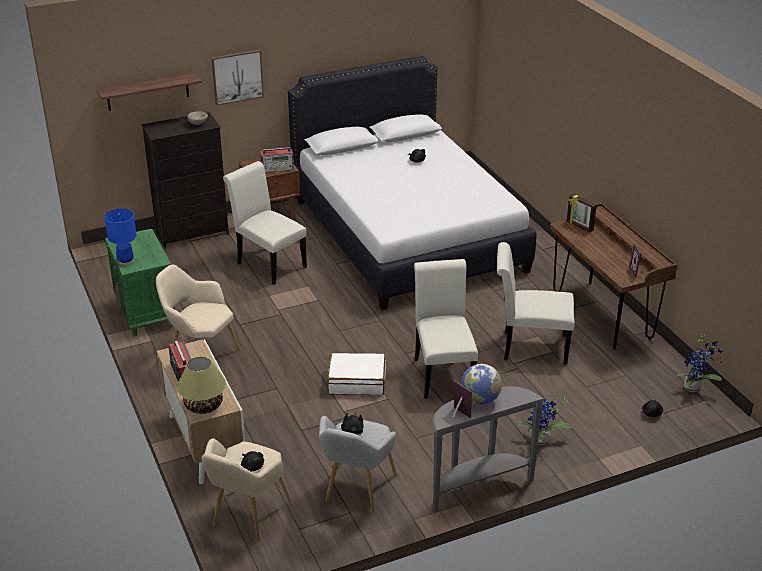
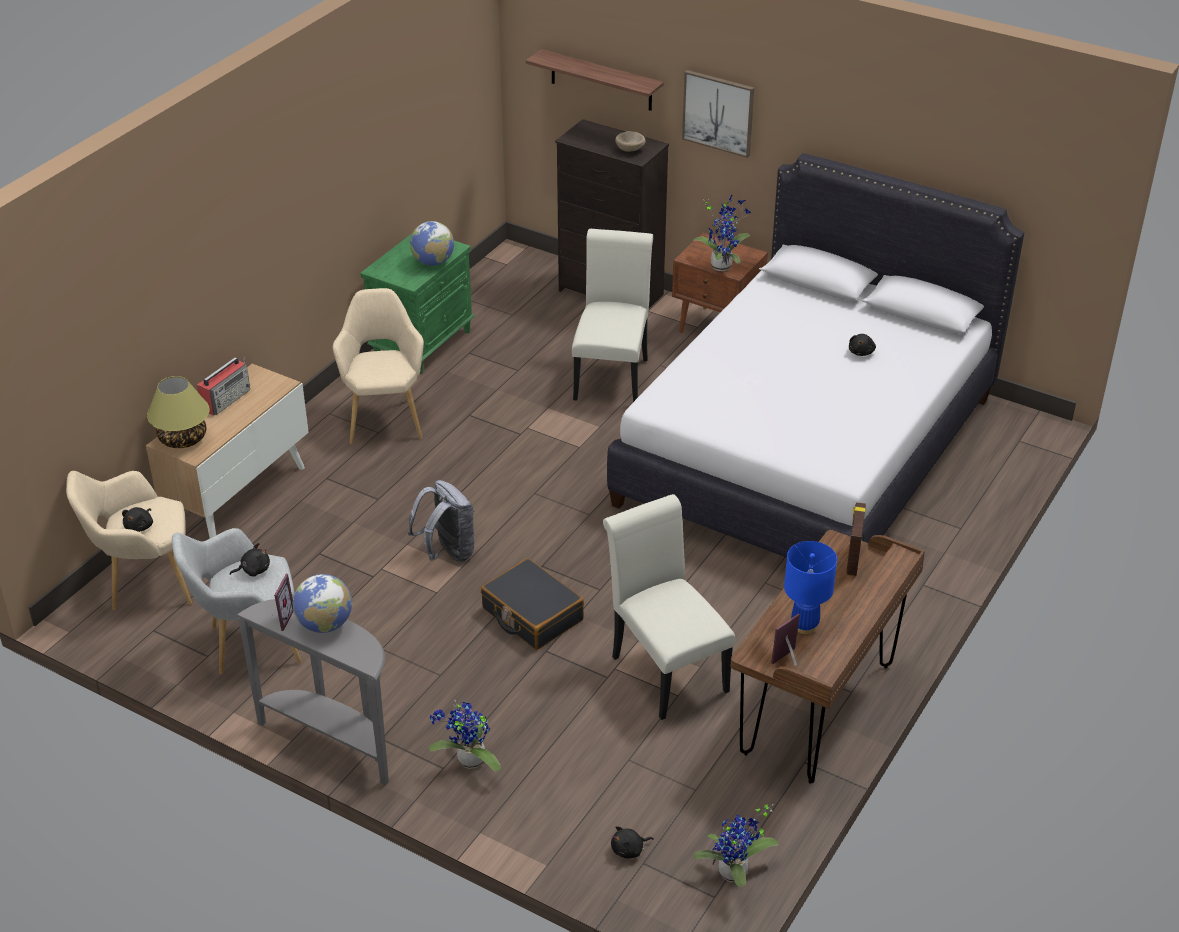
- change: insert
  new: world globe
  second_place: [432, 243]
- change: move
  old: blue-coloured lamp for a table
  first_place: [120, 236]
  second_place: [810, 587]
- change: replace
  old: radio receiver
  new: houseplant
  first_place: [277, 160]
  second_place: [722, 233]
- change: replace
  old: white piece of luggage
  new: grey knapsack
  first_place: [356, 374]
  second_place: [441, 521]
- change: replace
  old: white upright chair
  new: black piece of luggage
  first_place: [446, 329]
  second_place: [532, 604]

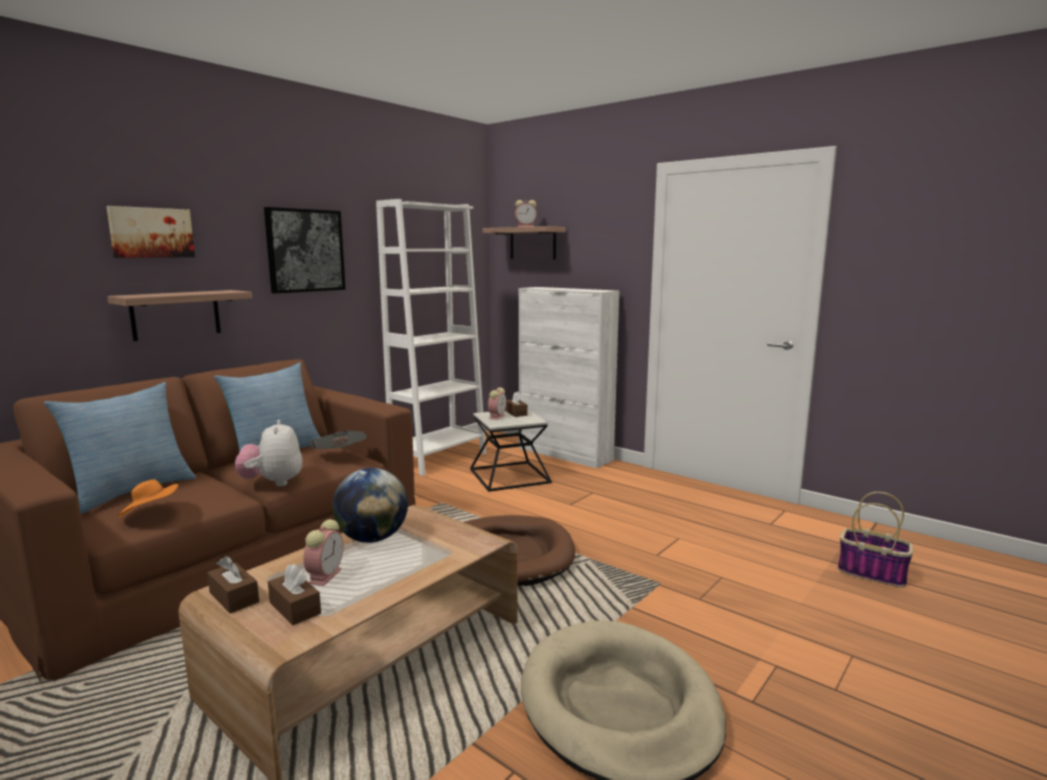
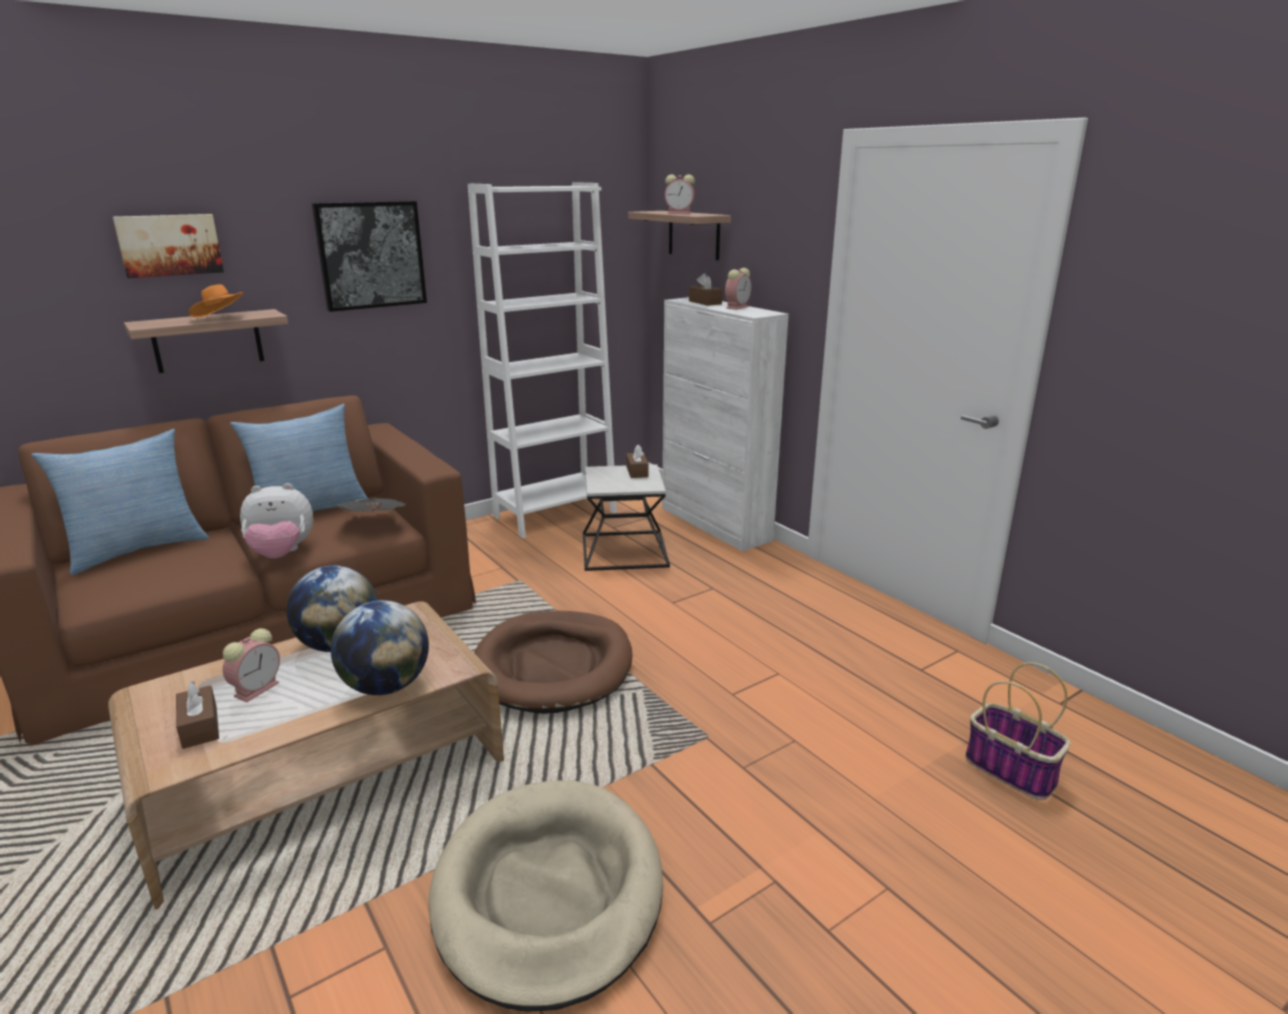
- change: insert
  new: world globe
  second_place: [380, 647]
- change: move
  old: orangey wearable hat
  first_place: [147, 498]
  second_place: [216, 301]
- change: move
  old: brownish tissue box
  first_place: [233, 584]
  second_place: [706, 289]
- change: move
  old: alarm clock
  first_place: [497, 403]
  second_place: [738, 289]
- change: rotate
  old: plush toy
  first_place: [268, 453]
  second_place: [276, 520]
  degrees: -105

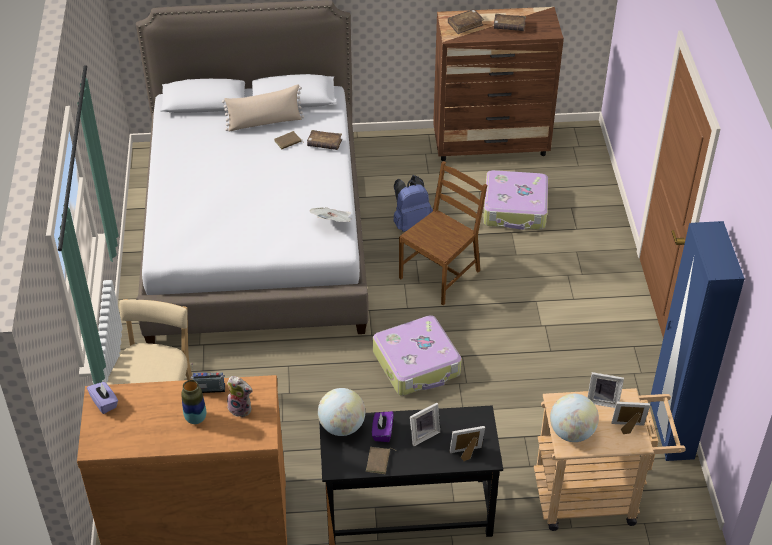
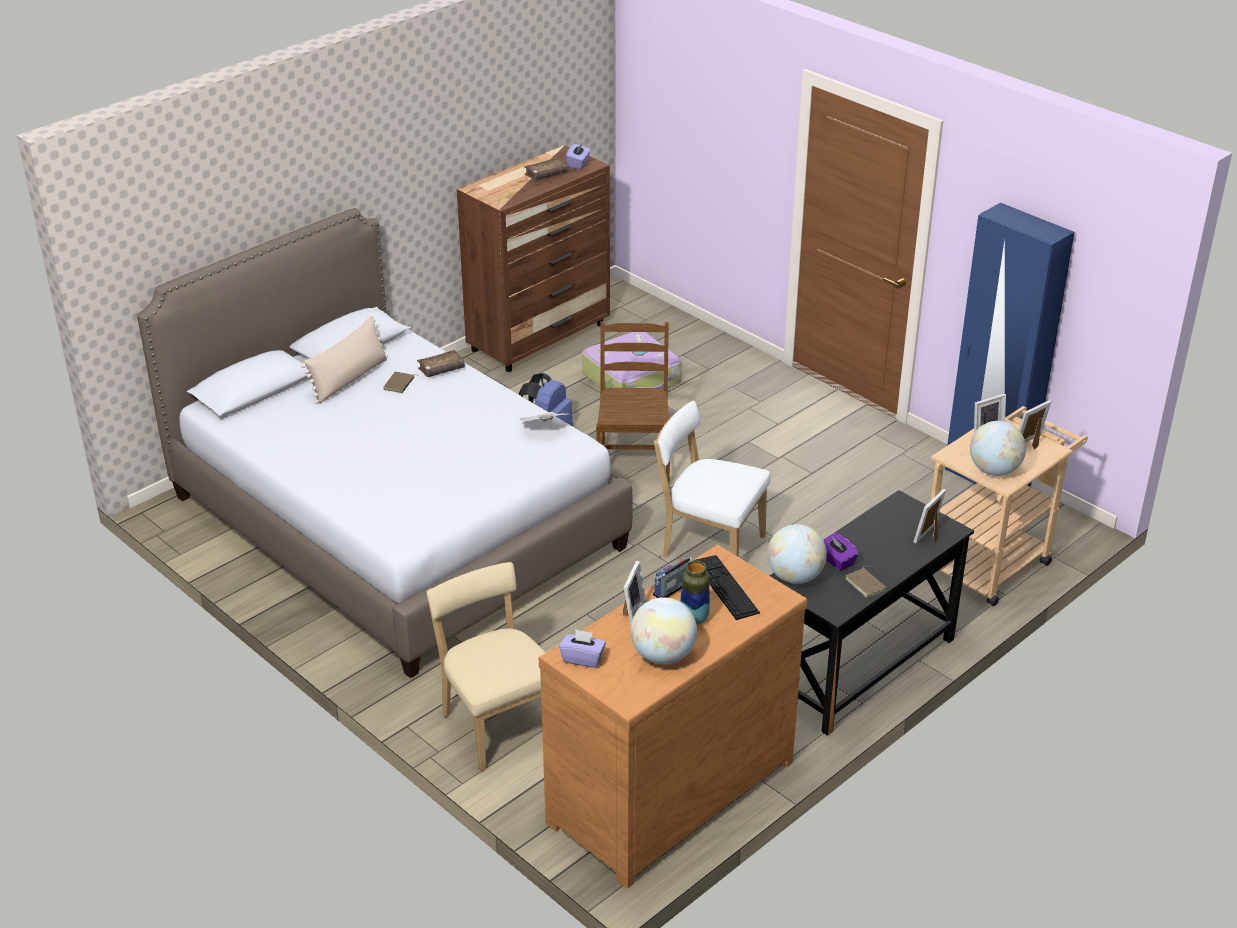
- change: delete
  old: brownish volume
  first_place: [466, 21]
- change: insert
  new: purplish tissue box
  second_place: [577, 156]
- change: insert
  new: world globe
  second_place: [664, 630]
- change: move
  old: picture frame
  first_place: [425, 424]
  second_place: [634, 593]
- change: replace
  old: plush toy
  new: computer keyboard
  first_place: [239, 397]
  second_place: [726, 587]
- change: replace
  old: piece of luggage
  new: white upright chair
  first_place: [417, 355]
  second_place: [712, 479]

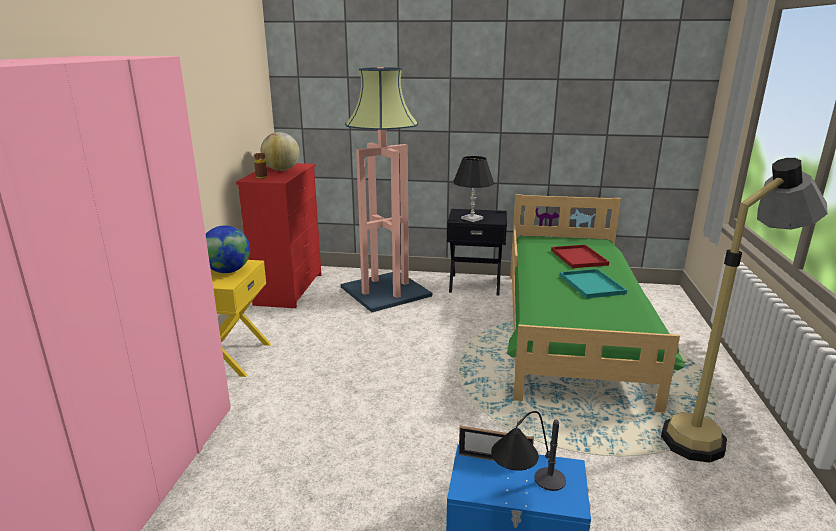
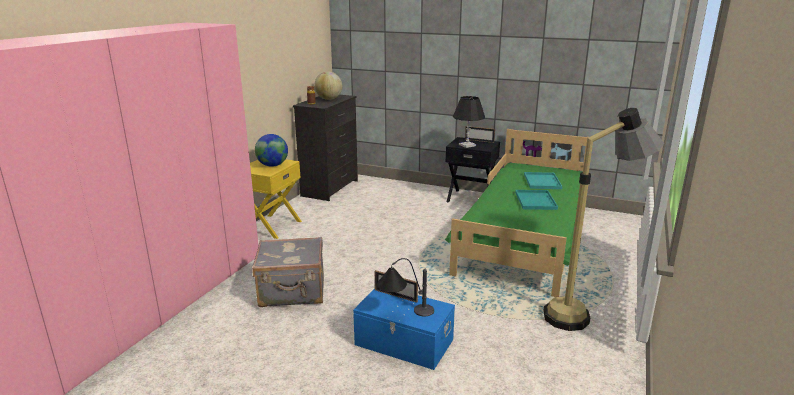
- change: delete
  old: floor lamp
  first_place: [386, 189]
- change: insert
  new: grey piece of luggage
  second_place: [288, 272]
- change: insert
  new: picture frame
  second_place: [480, 134]
- change: recolor
  old: red-coloured dresser
  new: black dresser
  first_place: [278, 235]
  second_place: [325, 148]
- change: recolor
  old: red-coloured tray
  new: turquoise-coloured tray
  first_place: [580, 256]
  second_place: [543, 180]

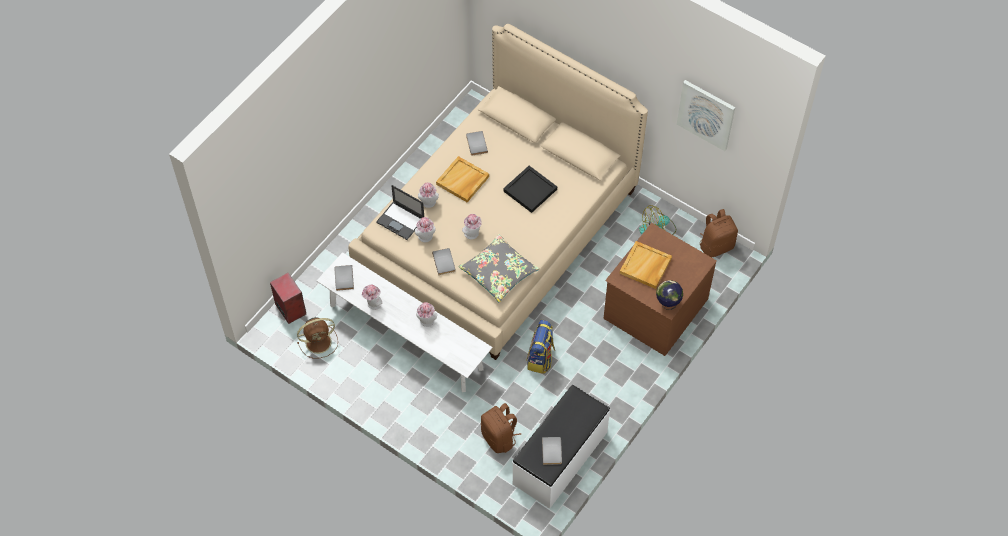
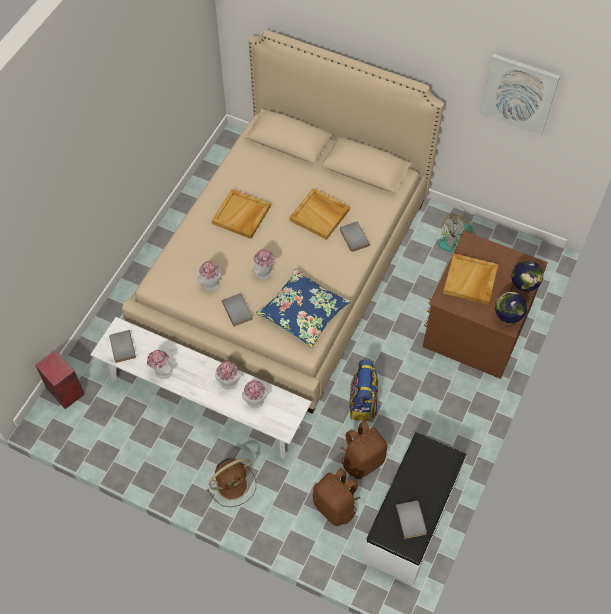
- change: delete
  old: portable computer
  first_place: [400, 212]
- change: insert
  new: world globe
  second_place: [527, 276]
- change: move
  old: brownish electric fan
  first_place: [317, 338]
  second_place: [231, 482]
- change: move
  old: wearable hat
  first_place: [428, 195]
  second_place: [255, 394]
- change: move
  old: grey volume
  first_place: [477, 143]
  second_place: [355, 236]
- change: move
  old: brownish knapsack
  first_place: [719, 233]
  second_place: [364, 450]
- change: recolor
  old: grey pillow
  new: blue-coloured pillow
  first_place: [499, 268]
  second_place: [303, 308]
- change: recolor
  old: black tray
  new: beige-coloured tray
  first_place: [530, 189]
  second_place: [320, 214]

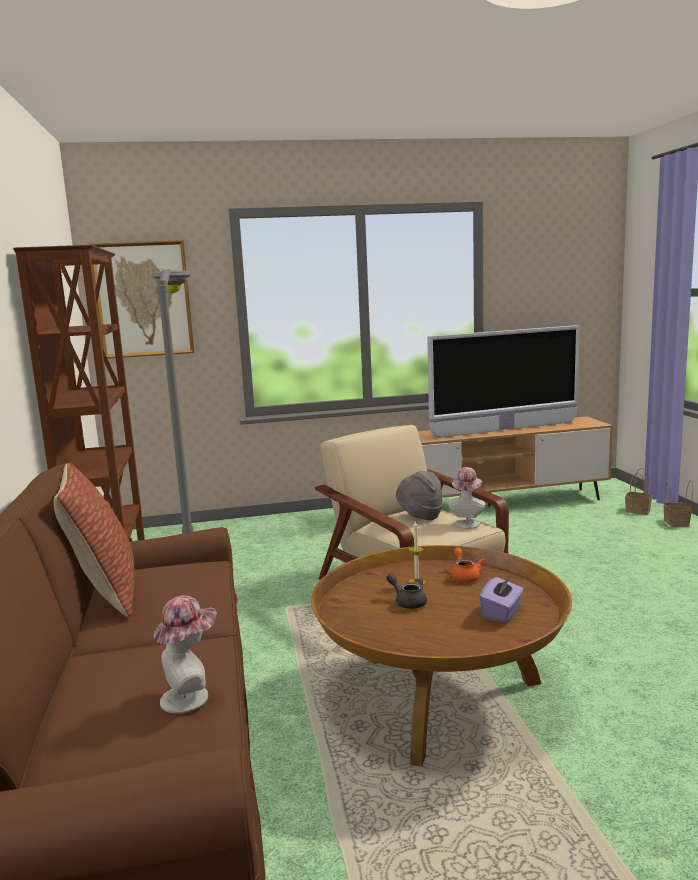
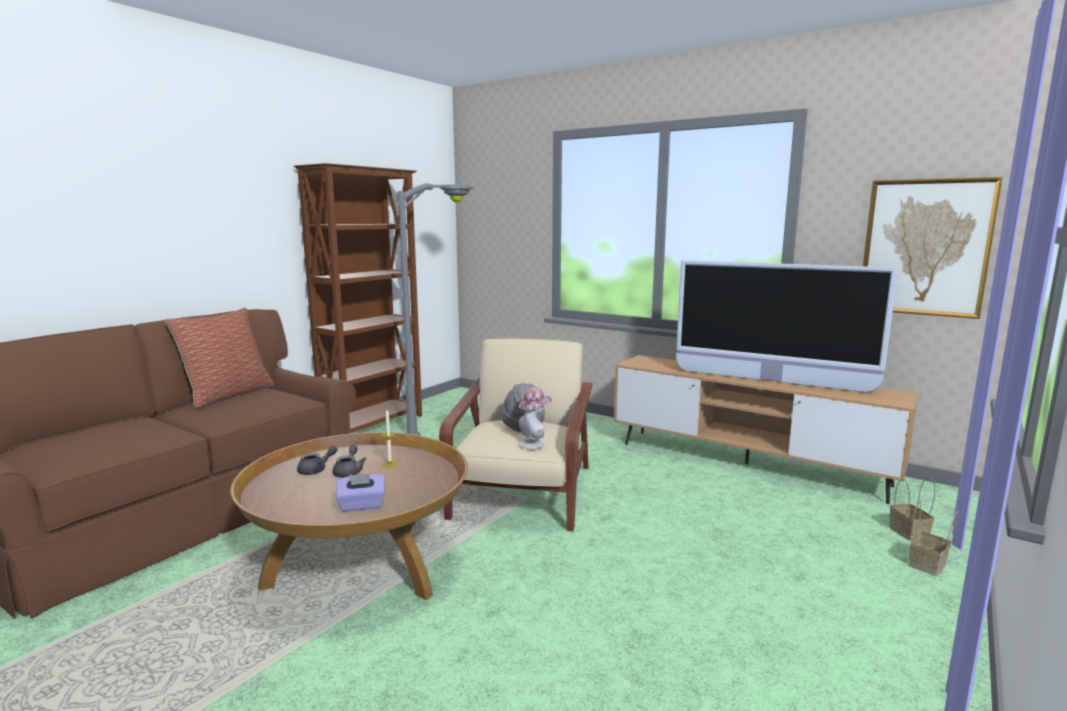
- change: delete
  old: wearable hat
  first_place: [185, 655]
- change: delete
  old: orangey tea pot
  first_place: [467, 565]
- change: insert
  new: grey tea pot
  second_place: [317, 460]
- change: move
  old: wall picture
  first_place: [141, 299]
  second_place: [933, 248]

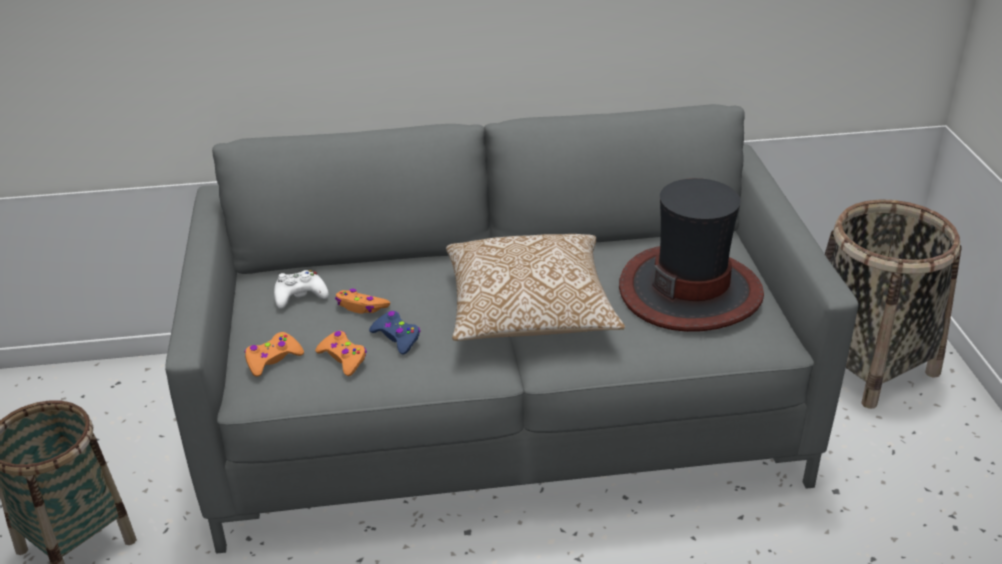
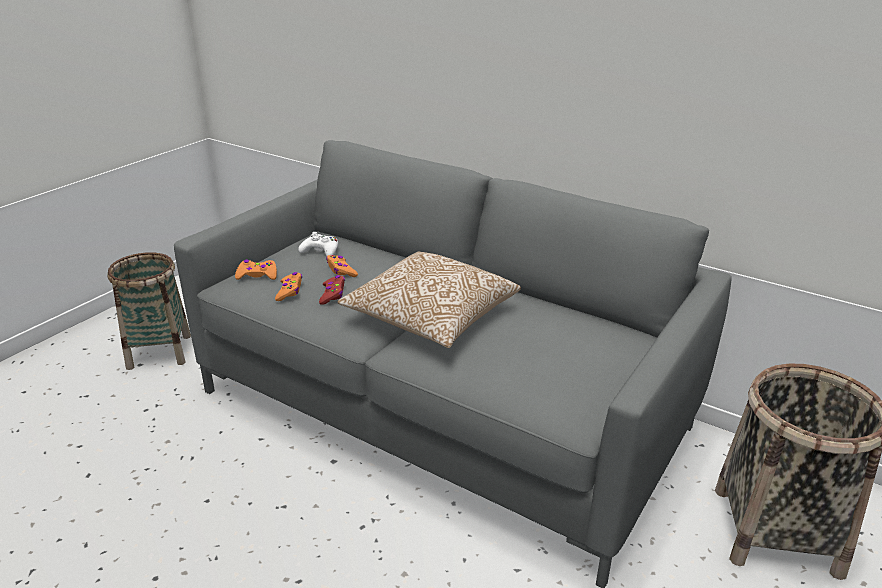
- change: delete
  old: wearable hat
  first_place: [691, 255]
- change: recolor
  old: blue-coloured game controller
  new: red-coloured game controller
  first_place: [395, 333]
  second_place: [332, 290]

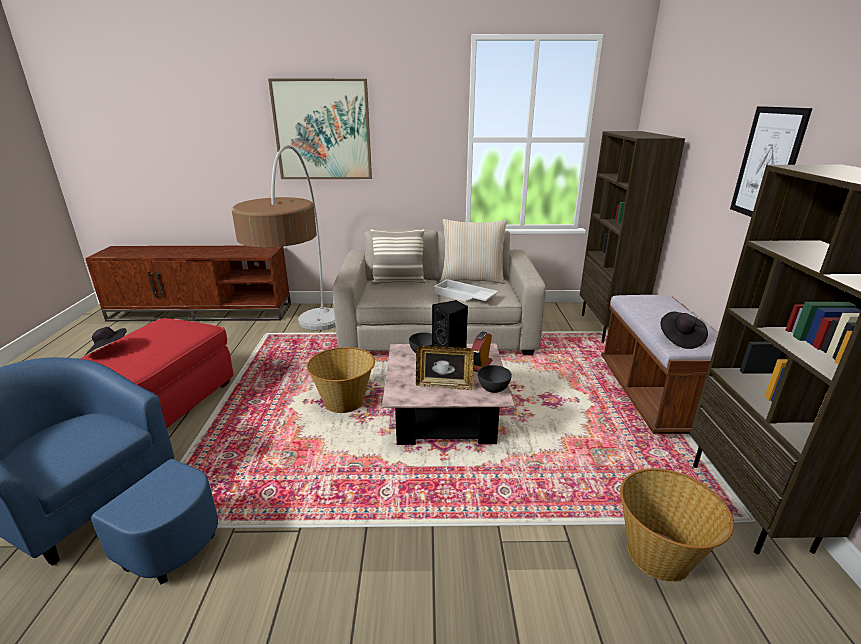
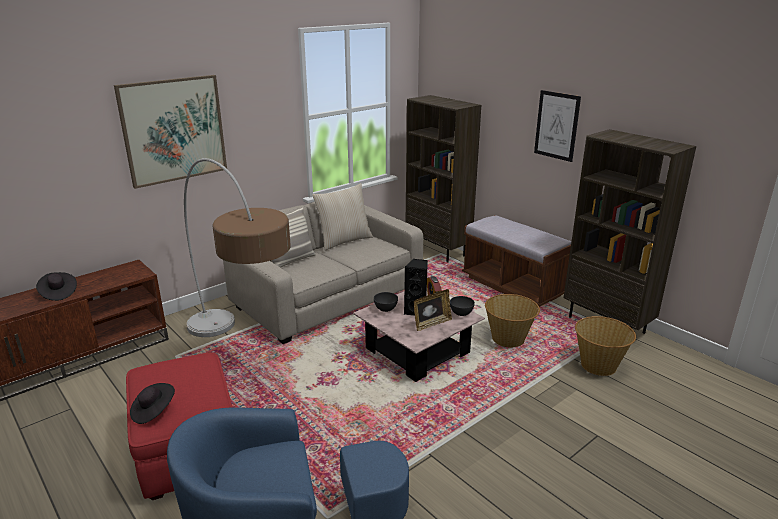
- change: delete
  old: white tray
  first_place: [466, 290]
- change: move
  old: household basket
  first_place: [341, 380]
  second_place: [512, 320]
- change: move
  old: black wearable hat
  first_place: [684, 330]
  second_place: [56, 286]

